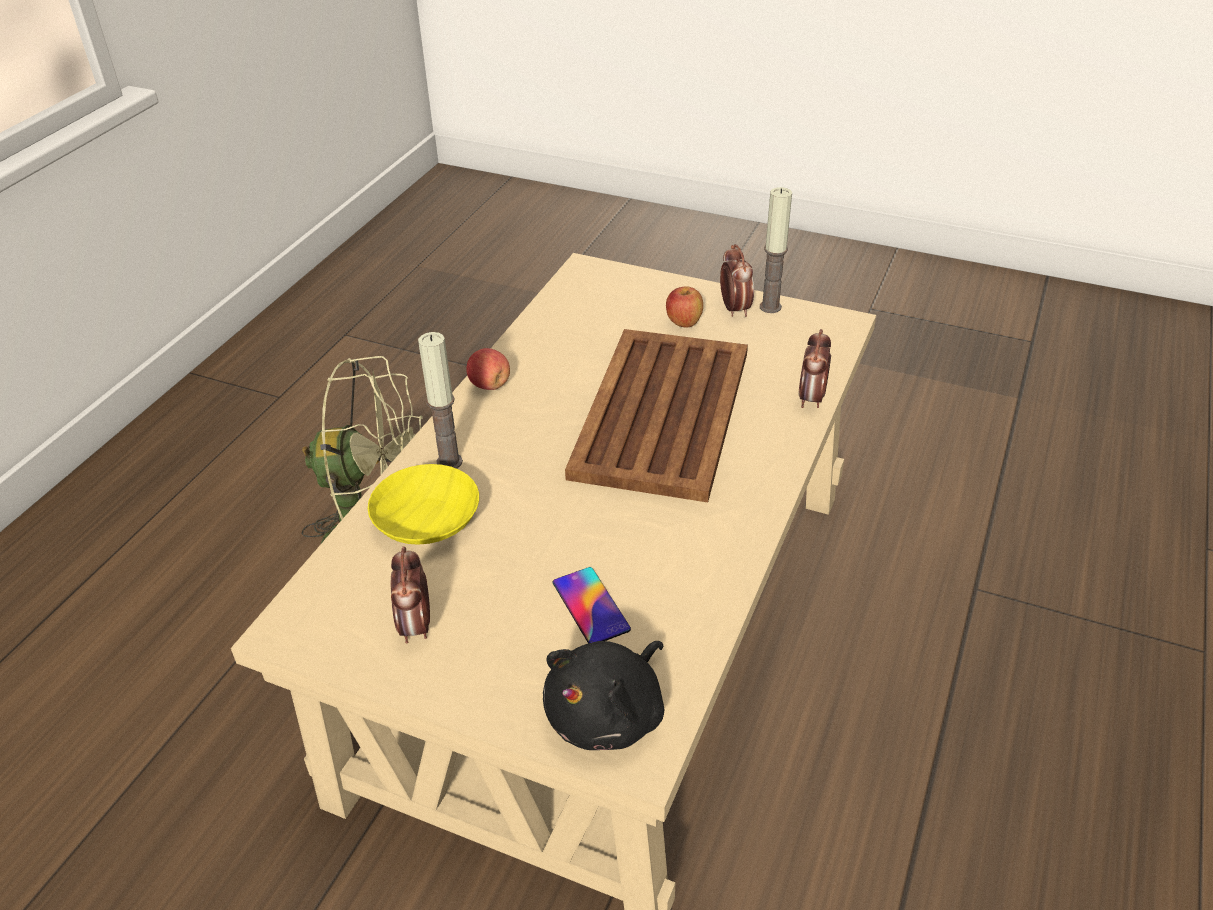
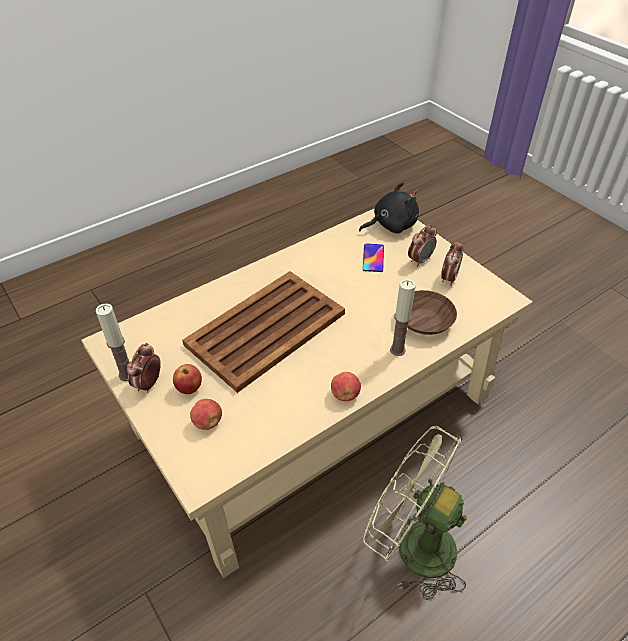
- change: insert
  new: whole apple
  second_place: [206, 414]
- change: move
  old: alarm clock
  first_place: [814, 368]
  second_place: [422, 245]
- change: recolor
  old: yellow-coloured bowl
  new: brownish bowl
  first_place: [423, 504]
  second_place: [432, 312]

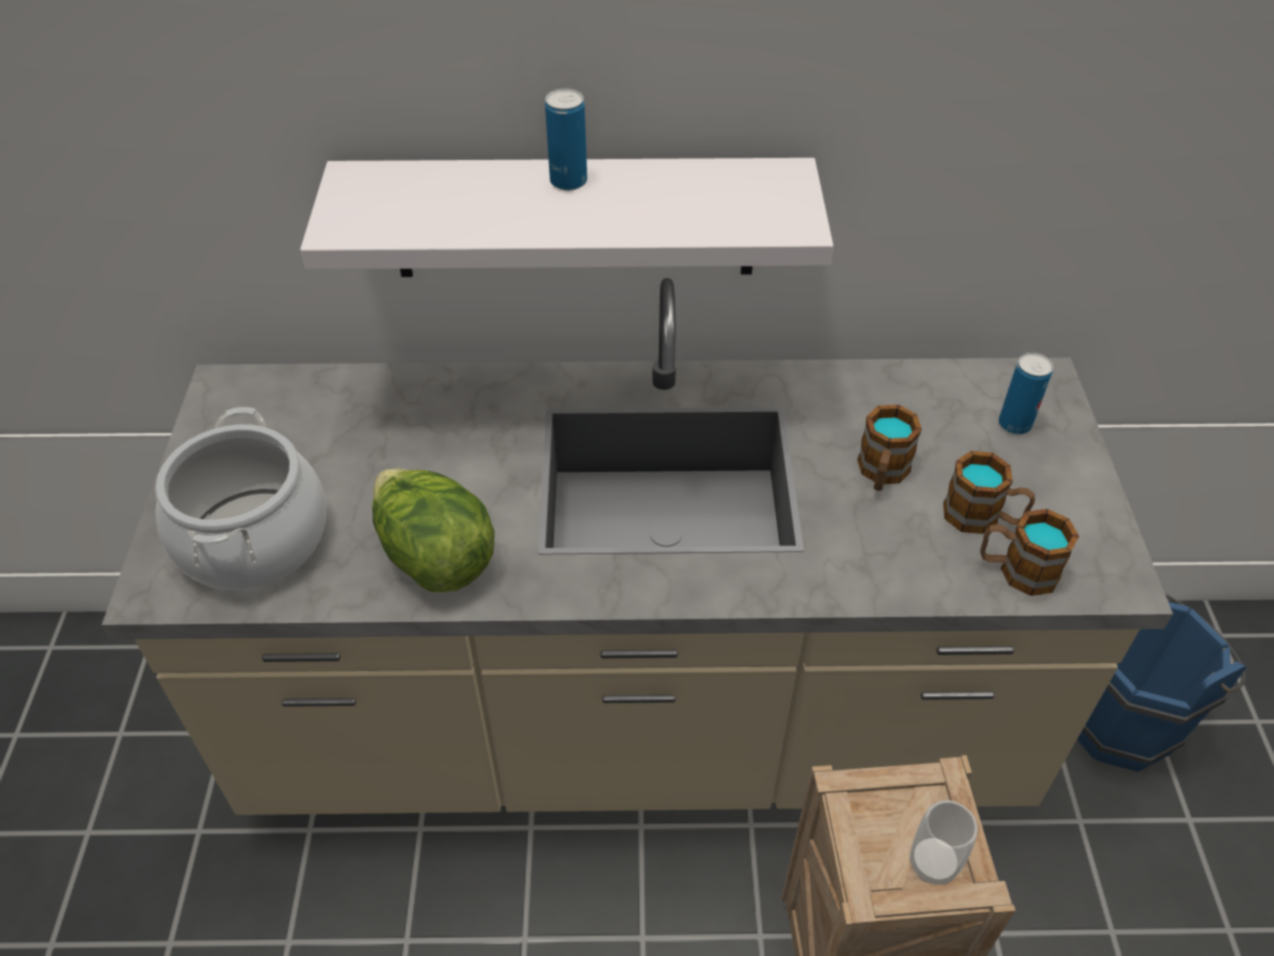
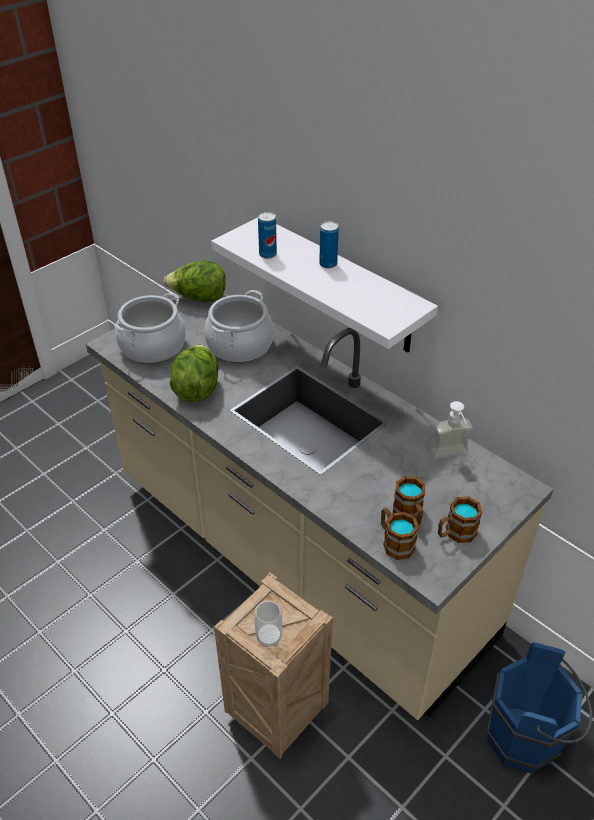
- change: insert
  new: lettuce
  second_place: [195, 281]
- change: insert
  new: stockpot
  second_place: [239, 326]
- change: insert
  new: soap dispenser
  second_place: [451, 430]
- change: move
  old: tea mug
  first_place: [889, 448]
  second_place: [460, 520]
- change: move
  old: can
  first_place: [1026, 393]
  second_place: [267, 235]

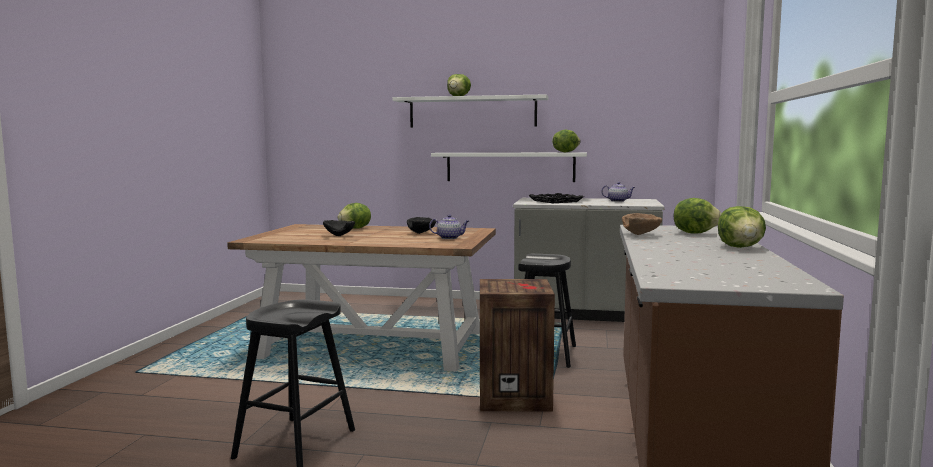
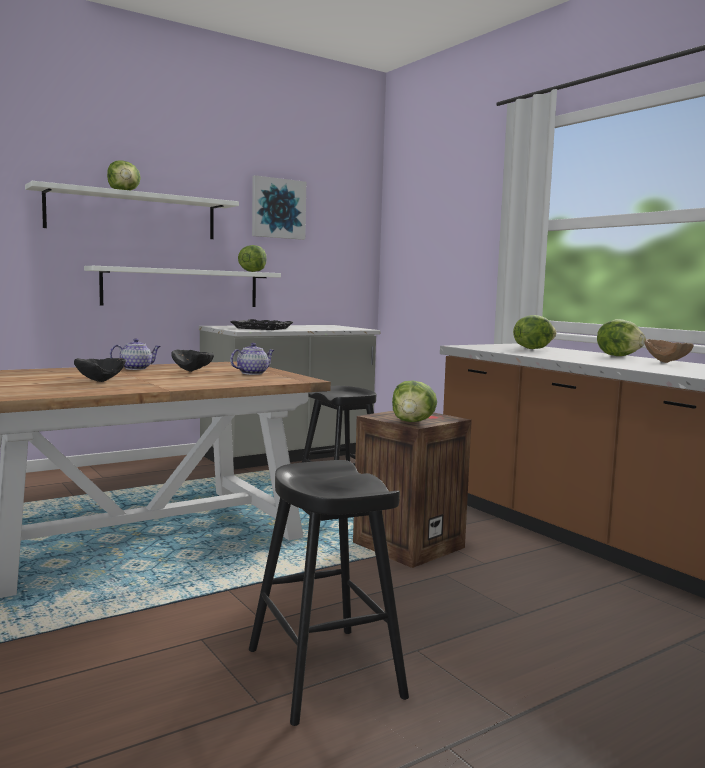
- change: insert
  new: wall picture
  second_place: [279, 207]
- change: move
  old: lettuce
  first_place: [354, 216]
  second_place: [414, 401]
- change: move
  old: tea pot
  first_place: [618, 192]
  second_place: [135, 354]
- change: move
  old: brownish bowl
  first_place: [642, 224]
  second_place: [669, 351]

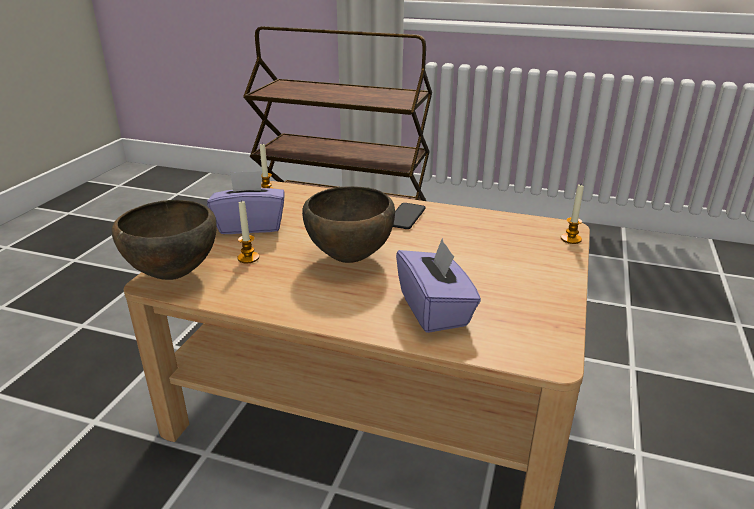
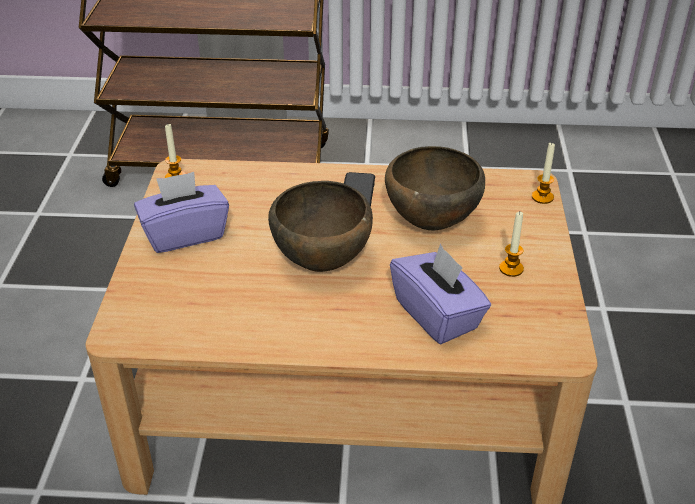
- change: move
  old: brownish bowl
  first_place: [164, 240]
  second_place: [435, 188]
- change: move
  old: candle
  first_place: [248, 231]
  second_place: [511, 244]

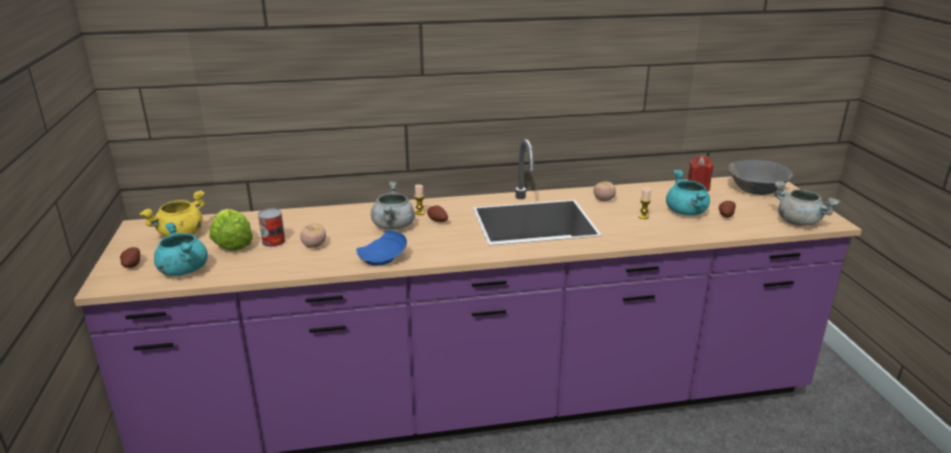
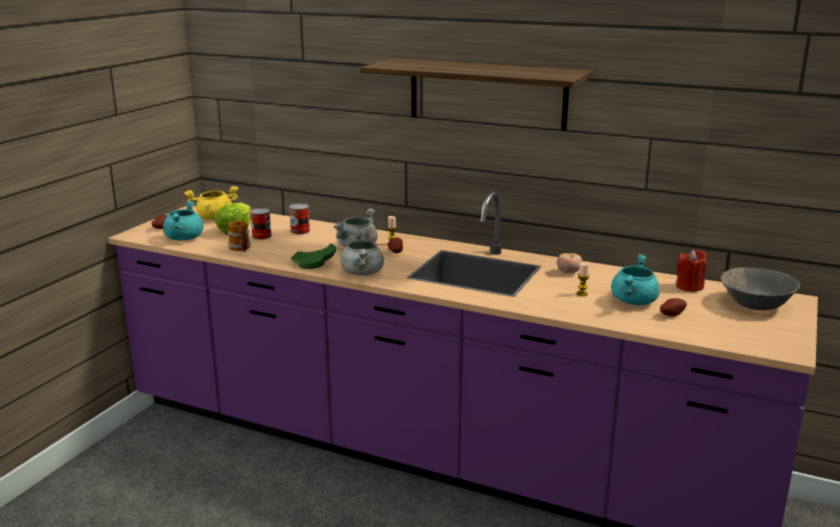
- change: delete
  old: fresh tomato
  first_place: [313, 235]
- change: insert
  new: tea mug
  second_place: [239, 236]
- change: insert
  new: can
  second_place: [299, 219]
- change: insert
  new: wall shelf
  second_place: [476, 94]
- change: move
  old: grey stockpot
  first_place: [807, 203]
  second_place: [362, 253]
- change: recolor
  old: blue-coloured dinner plate
  new: greenish dinner plate
  first_place: [381, 248]
  second_place: [313, 256]

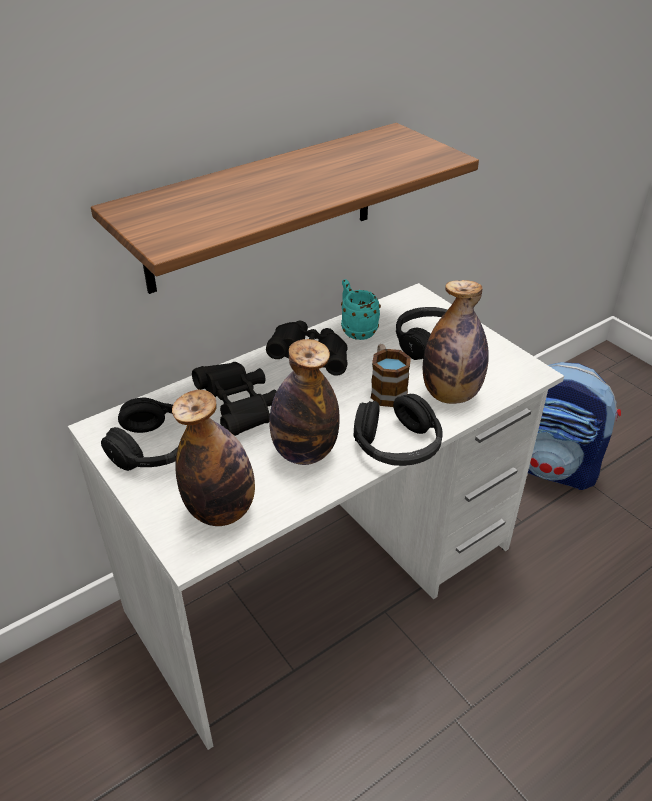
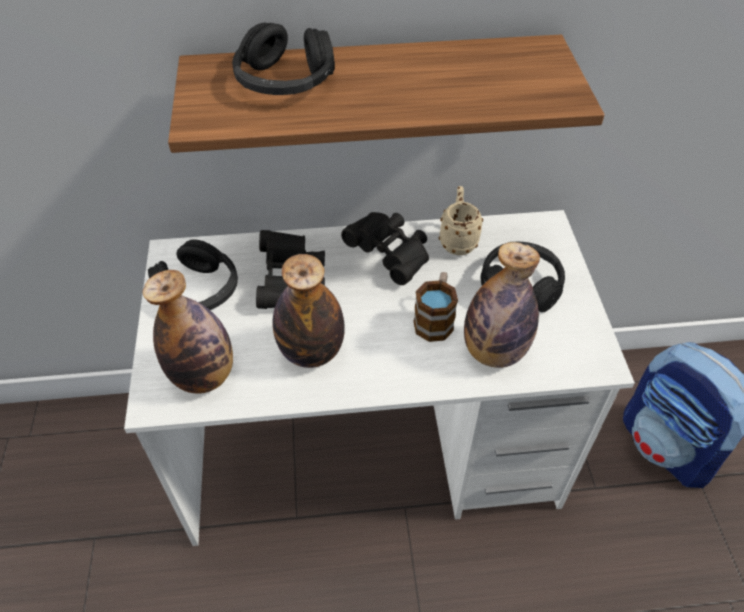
- change: move
  old: black headphones
  first_place: [398, 430]
  second_place: [283, 58]
- change: recolor
  old: turquoise-coloured tea mug
  new: beige-coloured tea mug
  first_place: [361, 309]
  second_place: [461, 220]

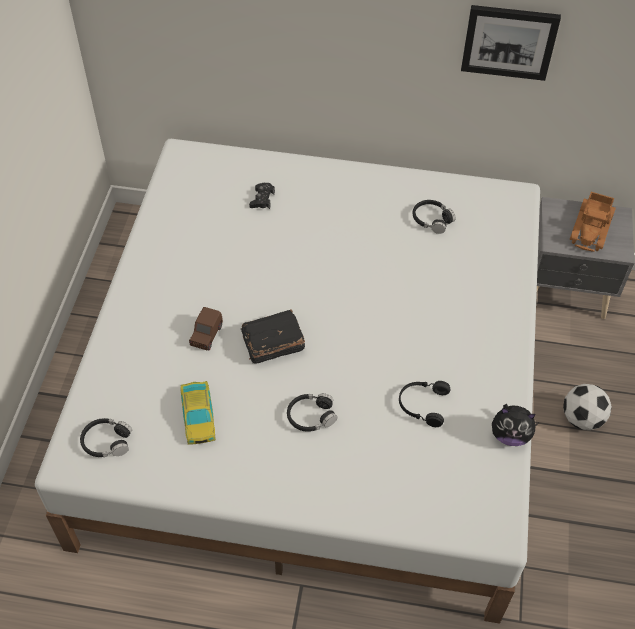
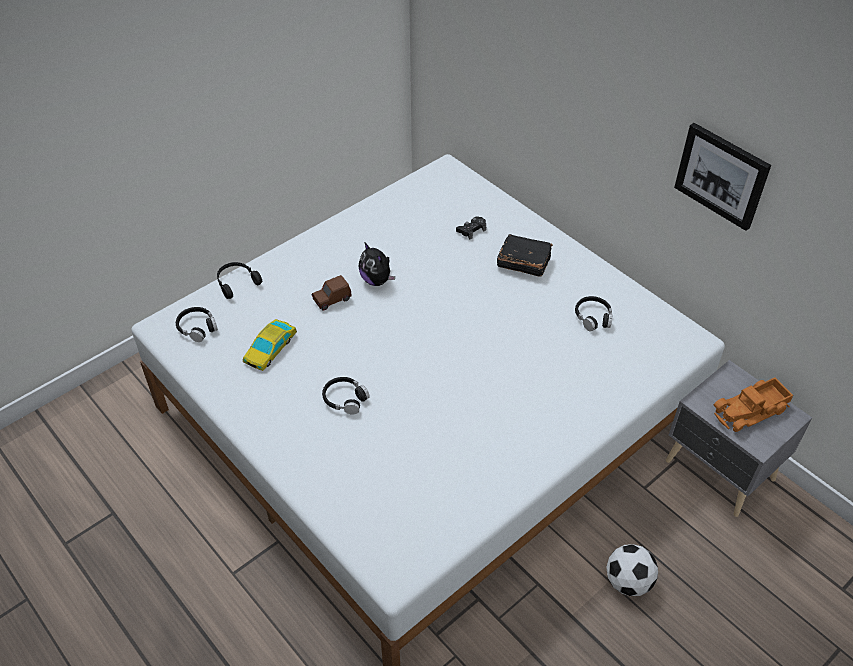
- change: move
  old: black volume
  first_place: [273, 336]
  second_place: [525, 255]
- change: move
  old: black headphones
  first_place: [424, 404]
  second_place: [239, 280]
- change: move
  old: plush toy
  first_place: [515, 425]
  second_place: [376, 264]

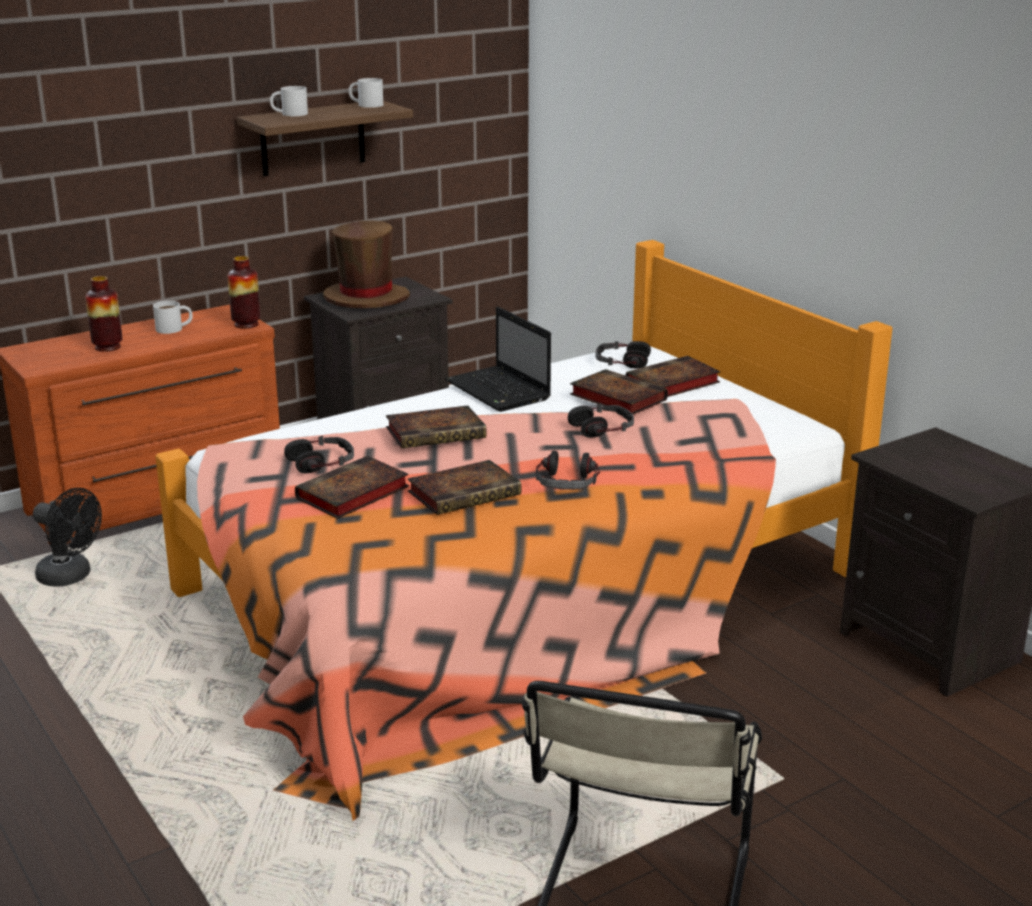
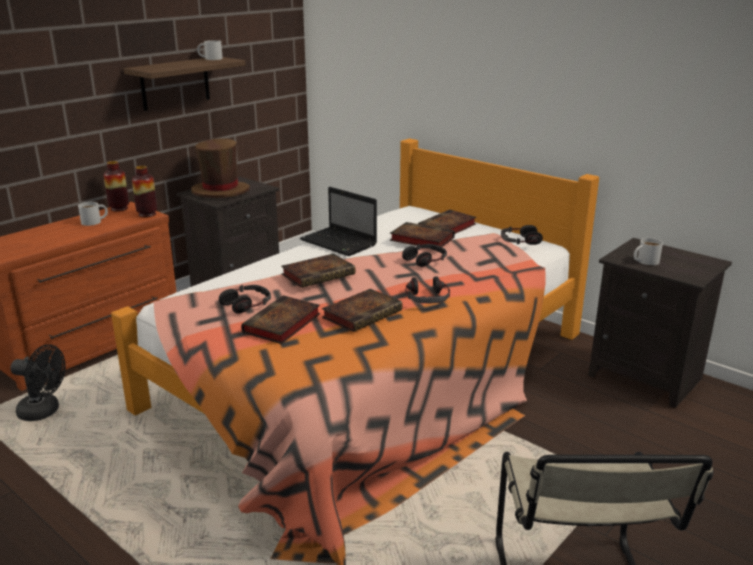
- change: move
  old: flower vase
  first_place: [103, 314]
  second_place: [116, 186]
- change: move
  old: white tea mug
  first_place: [289, 101]
  second_place: [648, 251]
- change: move
  old: headphones
  first_place: [623, 355]
  second_place: [522, 235]

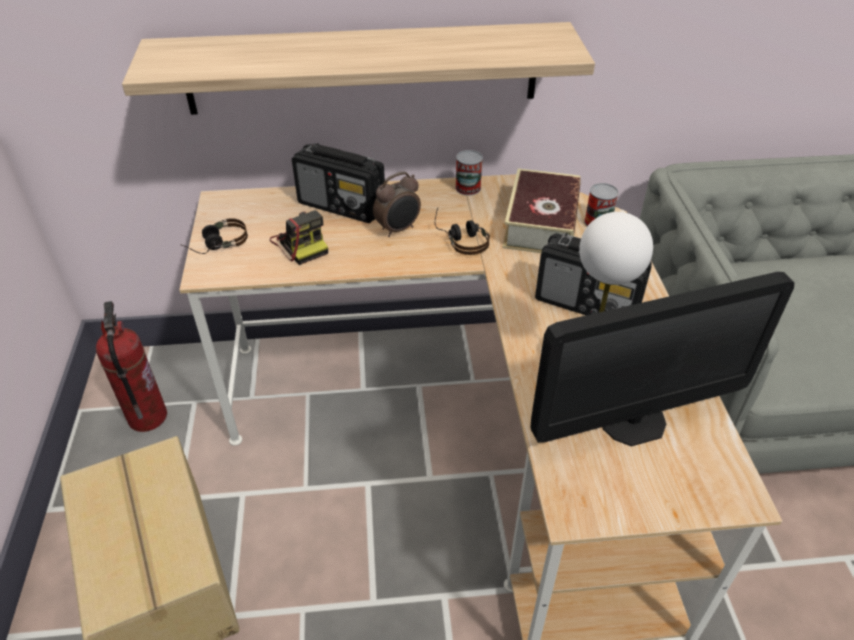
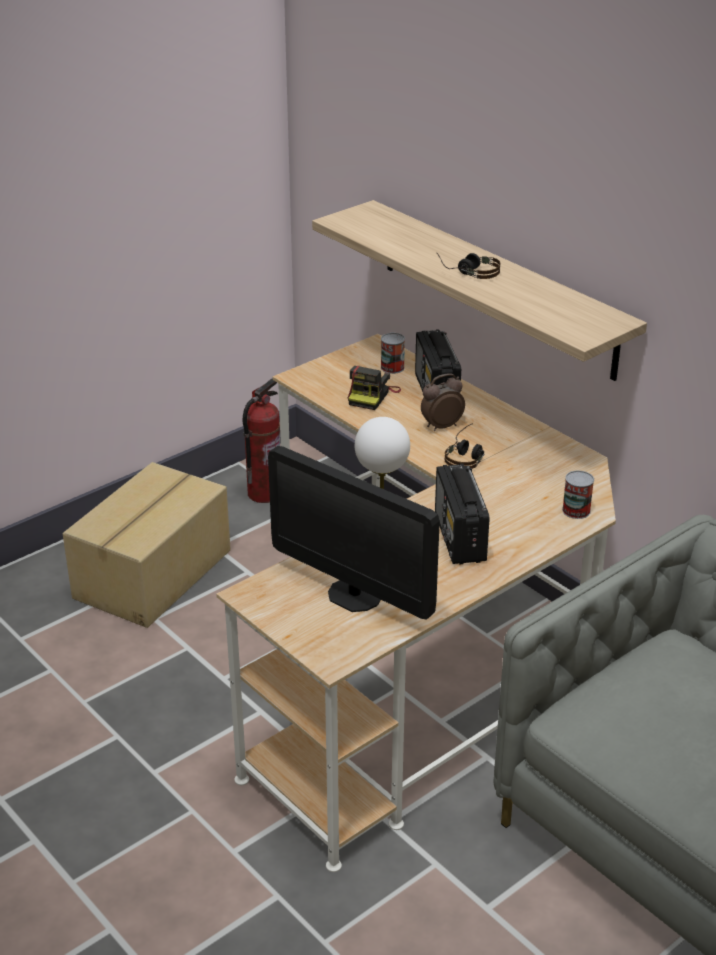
- change: delete
  old: volume
  first_place: [541, 210]
- change: move
  old: headphones
  first_place: [214, 236]
  second_place: [469, 266]
- change: move
  old: can
  first_place: [469, 173]
  second_place: [393, 353]
- change: rotate
  old: alarm clock
  first_place: [397, 204]
  second_place: [443, 402]
  degrees: 135

